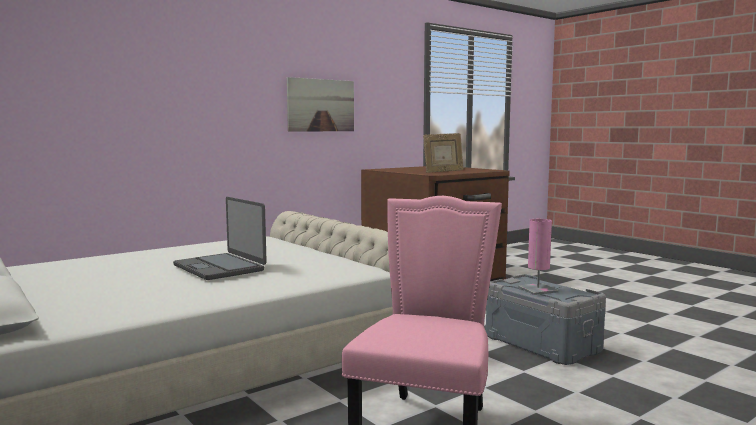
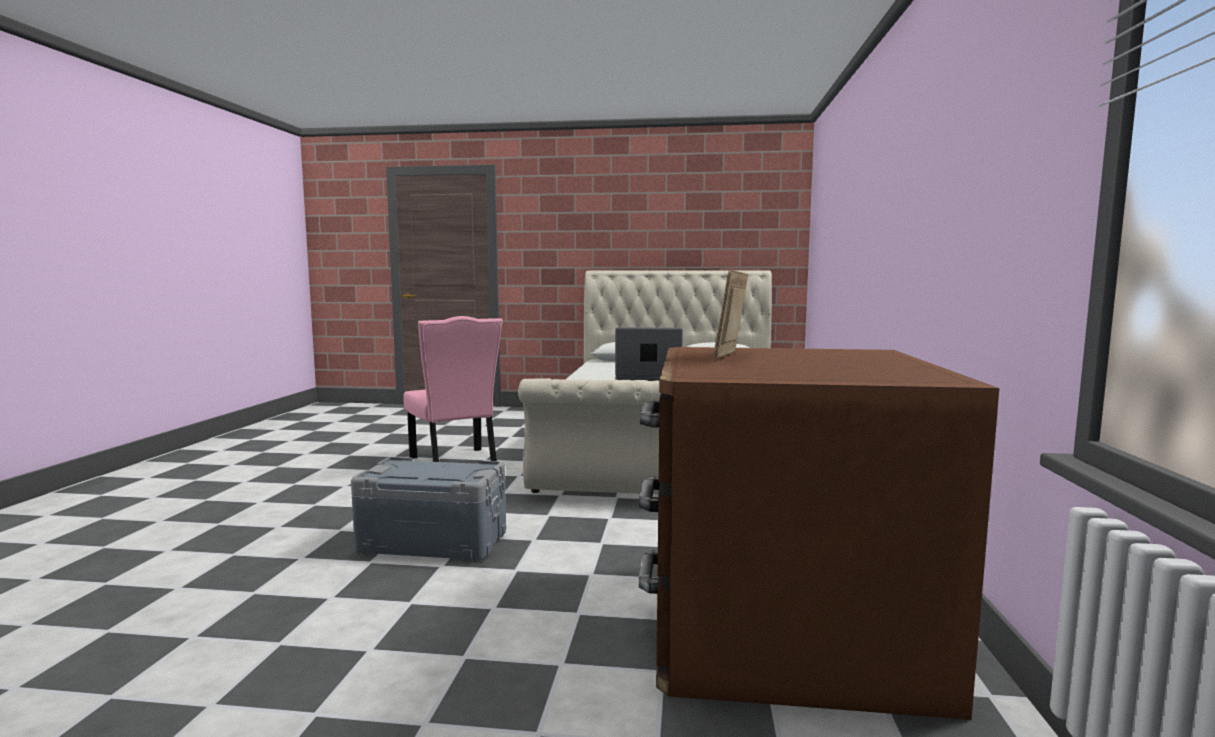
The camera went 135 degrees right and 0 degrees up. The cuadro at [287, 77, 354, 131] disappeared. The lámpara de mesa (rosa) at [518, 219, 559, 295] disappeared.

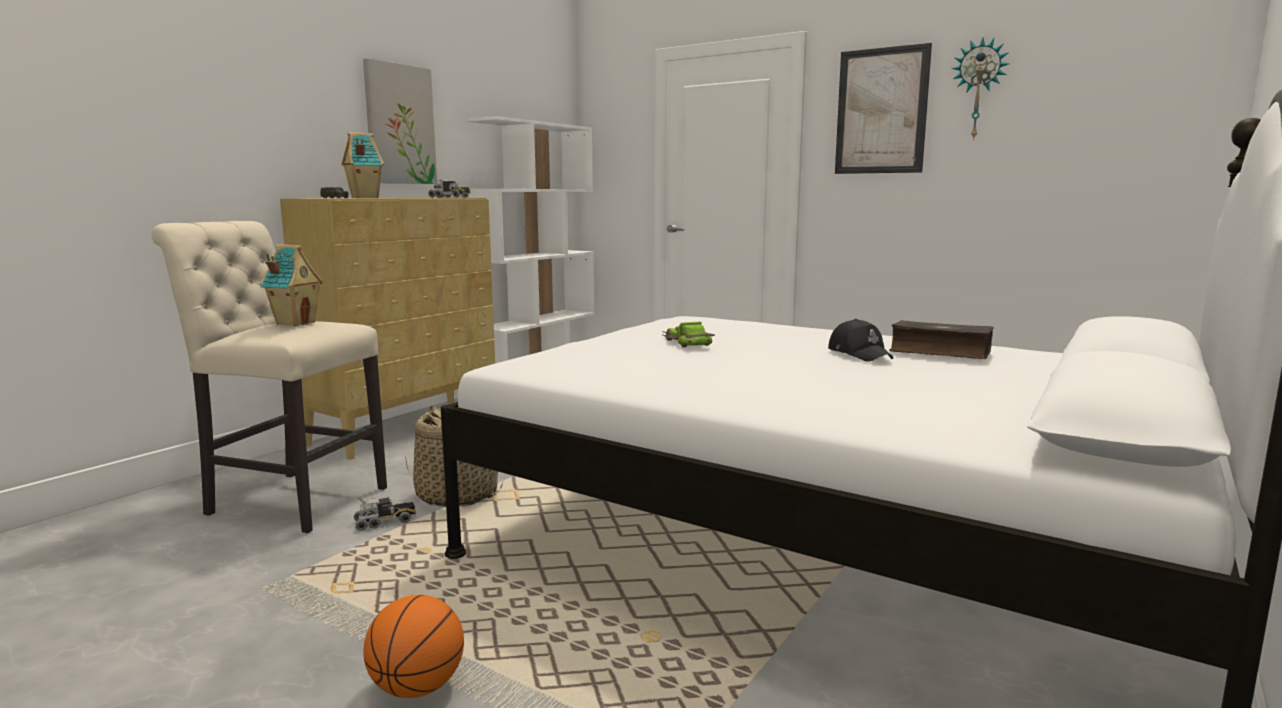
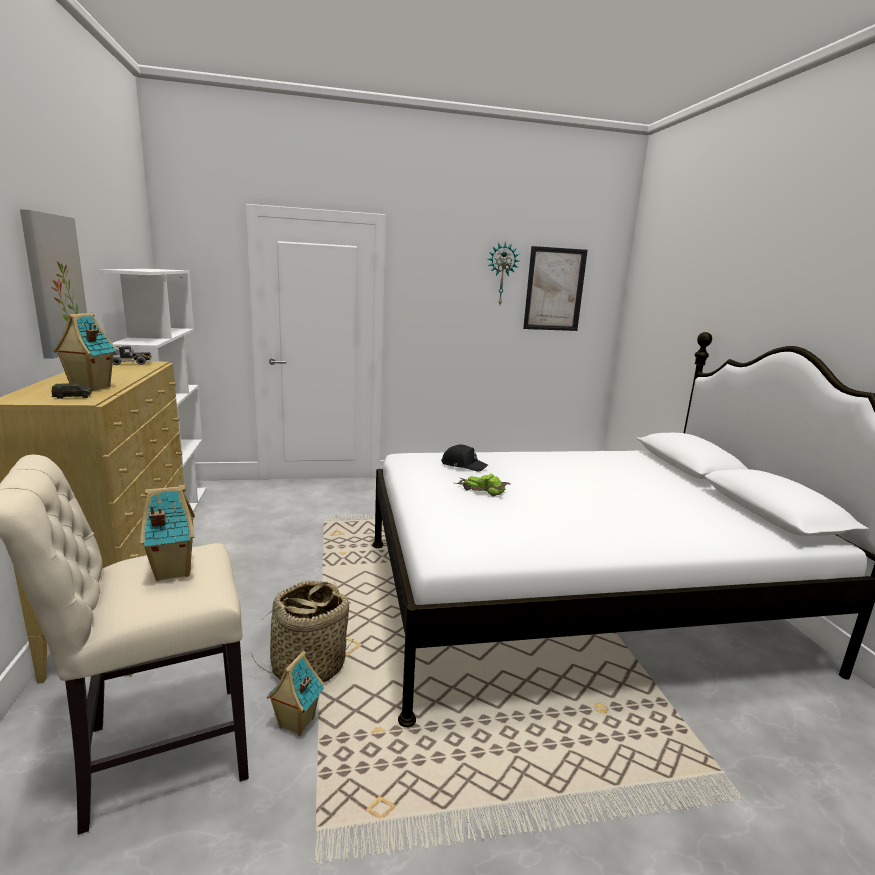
The camera went 45 degrees left and 5 degrees up. The camión de juguete at [354, 497, 416, 531] was replaced by the casita at [266, 651, 324, 736]. The gorra (negro) moved from [828, 319, 893, 362] to [441, 444, 488, 472]. The cuadro moved from [835, 43, 932, 174] to [523, 246, 588, 331]. The balón de baloncesto at [363, 595, 464, 698] disappeared. The libro at [889, 320, 994, 359] disappeared.

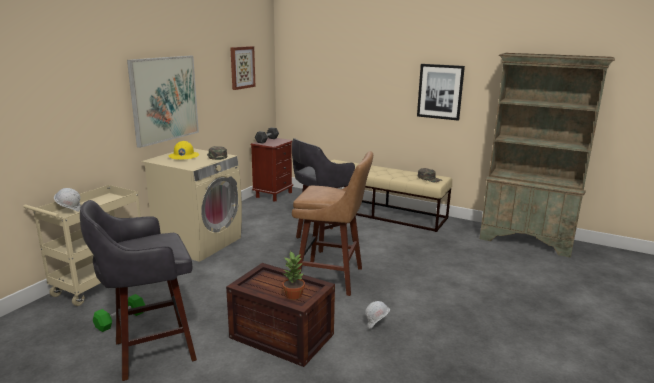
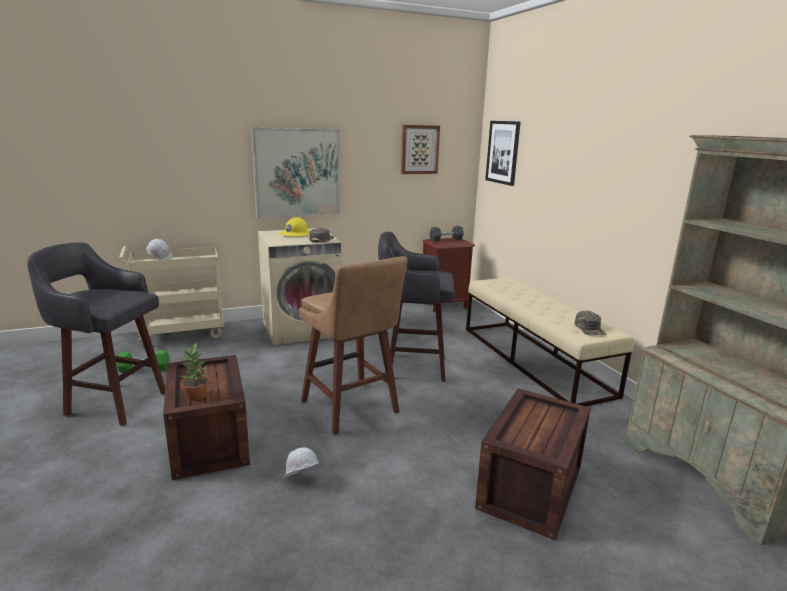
The camera went 40 degrees right and 0 degrees up. The caja de embalaje at [475, 388, 591, 540] appeared. The cuadro moved from [417, 64, 465, 121] to [485, 121, 521, 186].

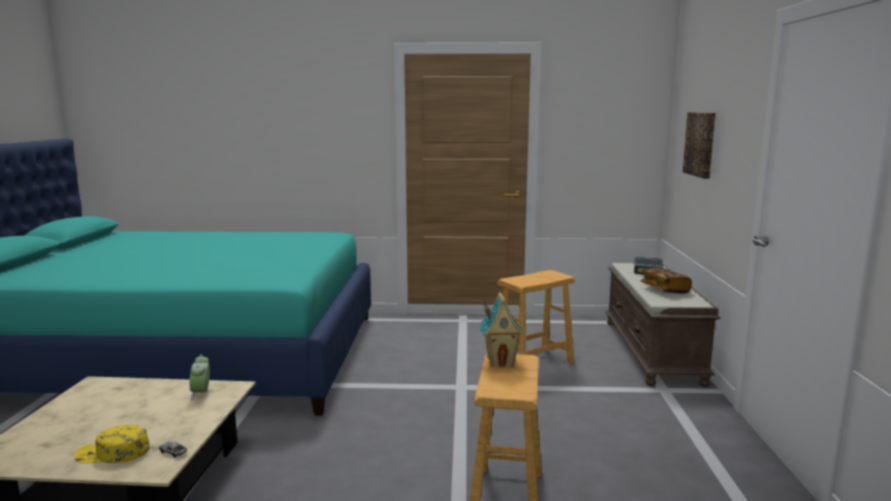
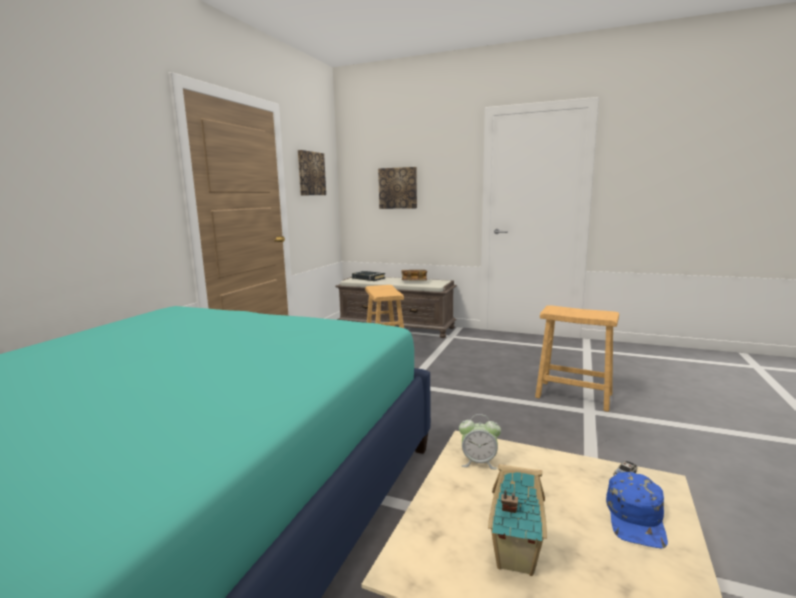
The camera went 70 degrees left and 0 degrees up. The cuadro at [298, 150, 326, 195] appeared. The casita moved from [479, 292, 524, 367] to [488, 464, 547, 576]. The gorra (amarillo) at [74, 425, 150, 463] became the gorra (azul) at [606, 472, 668, 549].

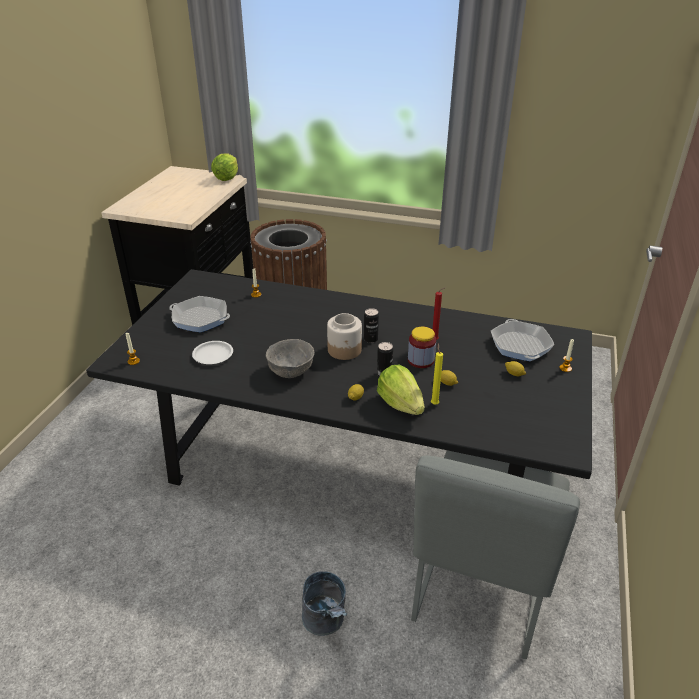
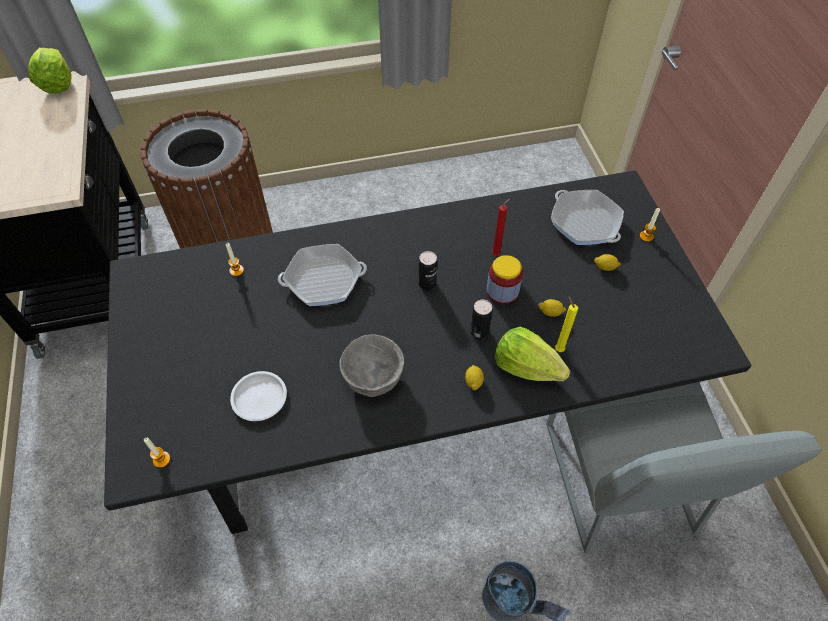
The camera went 30 degrees left and 20 degrees up. The sartén moved from [169, 296, 230, 332] to [278, 244, 367, 306]. The tarro at [327, 313, 362, 360] disappeared.

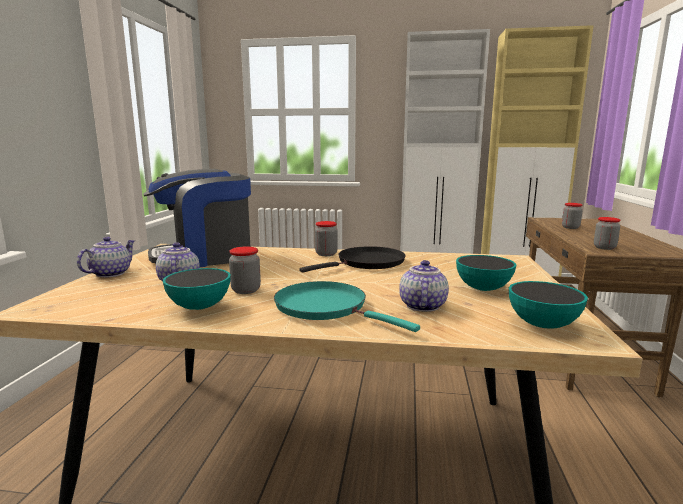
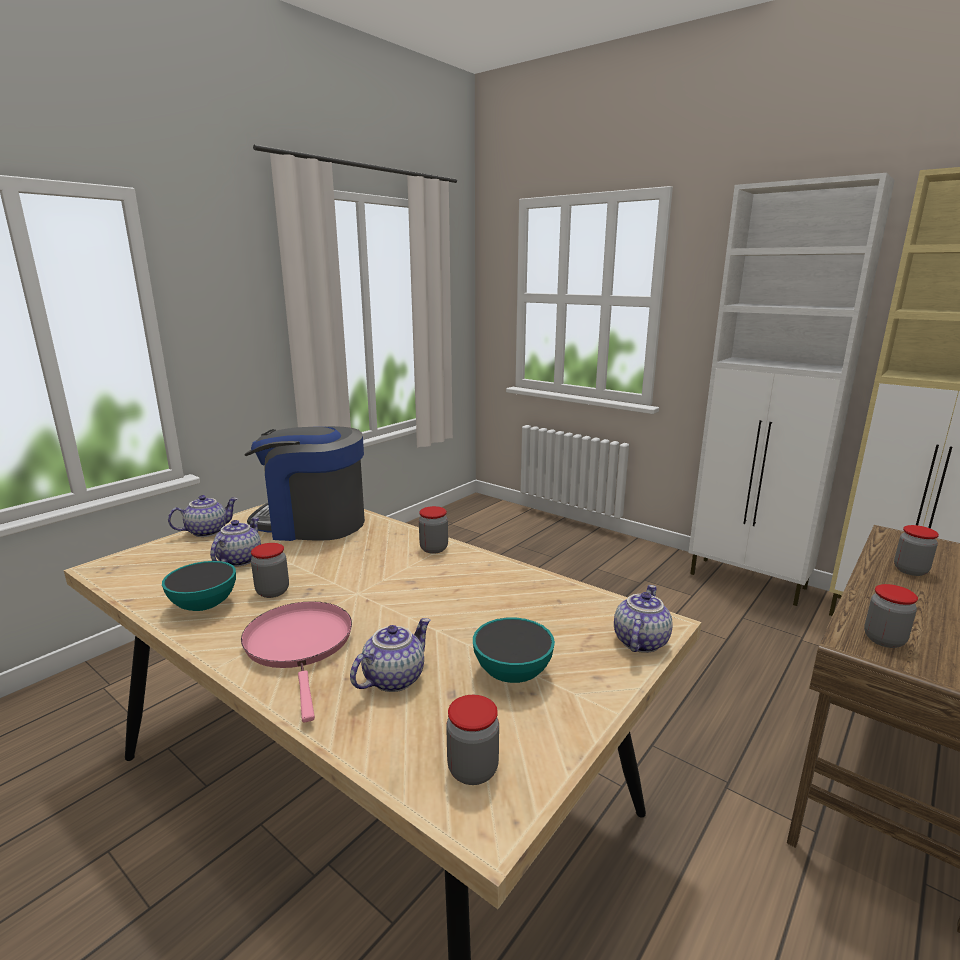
The camera went 30 degrees right and 5 degrees up. The sartén (turquesa) at [274, 281, 420, 332] became the sartén (rosa) at [241, 601, 352, 723]. The cuenco at [509, 281, 588, 329] was replaced by the tarro at [446, 695, 499, 785]. The tetera at [614, 585, 673, 653] appeared. The sartén (negro) at [299, 246, 406, 273] disappeared.

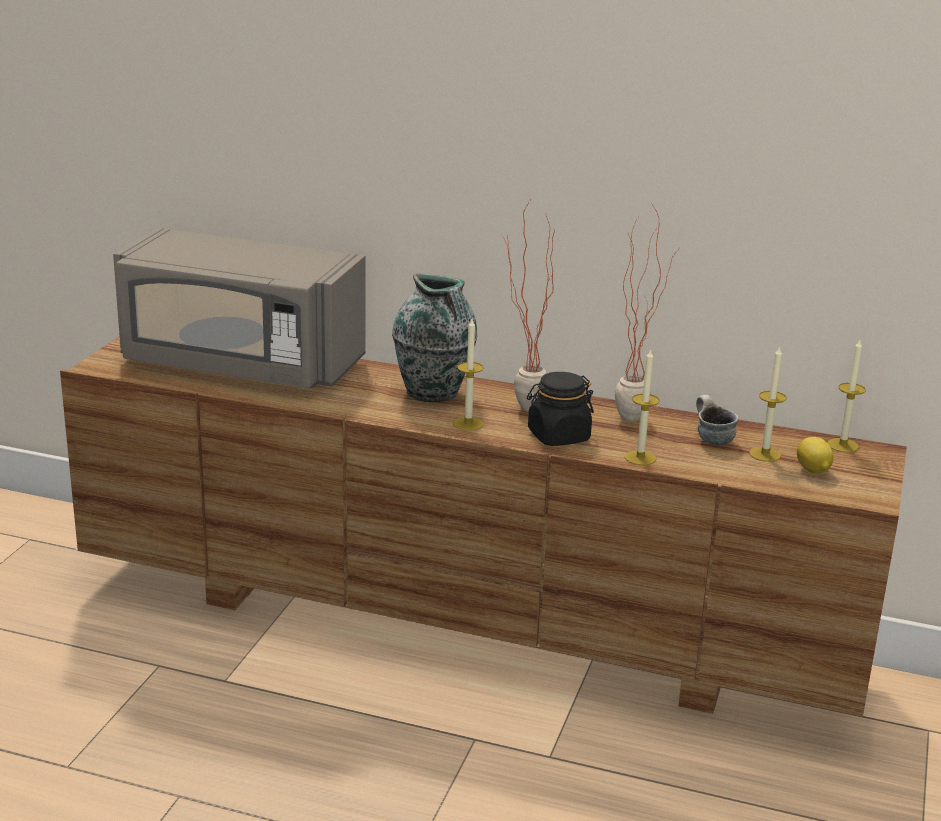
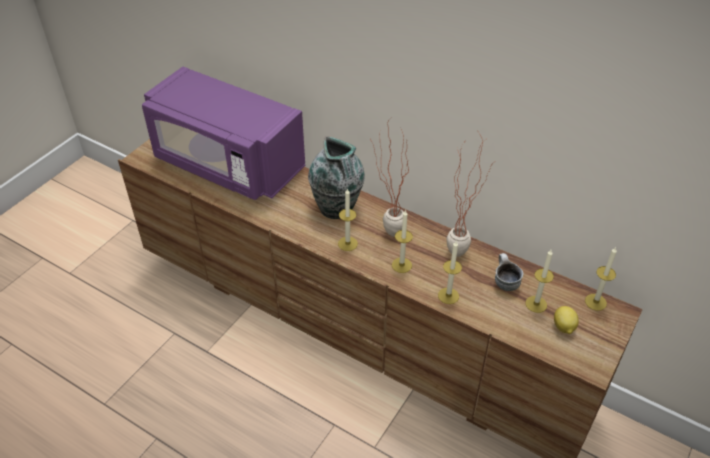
The camera went 15 degrees right and 20 degrees up. The microondas (gris) at [113, 228, 365, 388] became the microondas (morado) at [142, 67, 305, 200]. The tarro (negro) at [527, 372, 594, 446] was replaced by the vela at [392, 210, 413, 273].

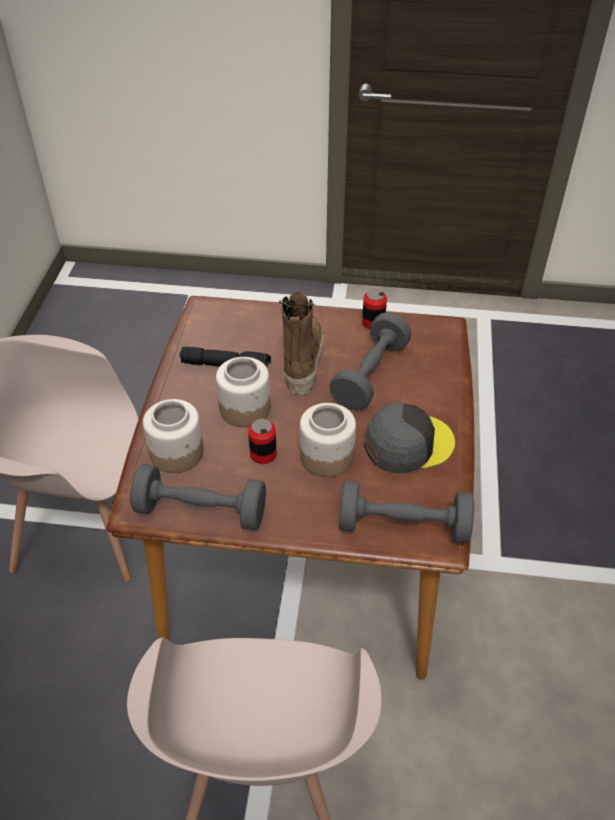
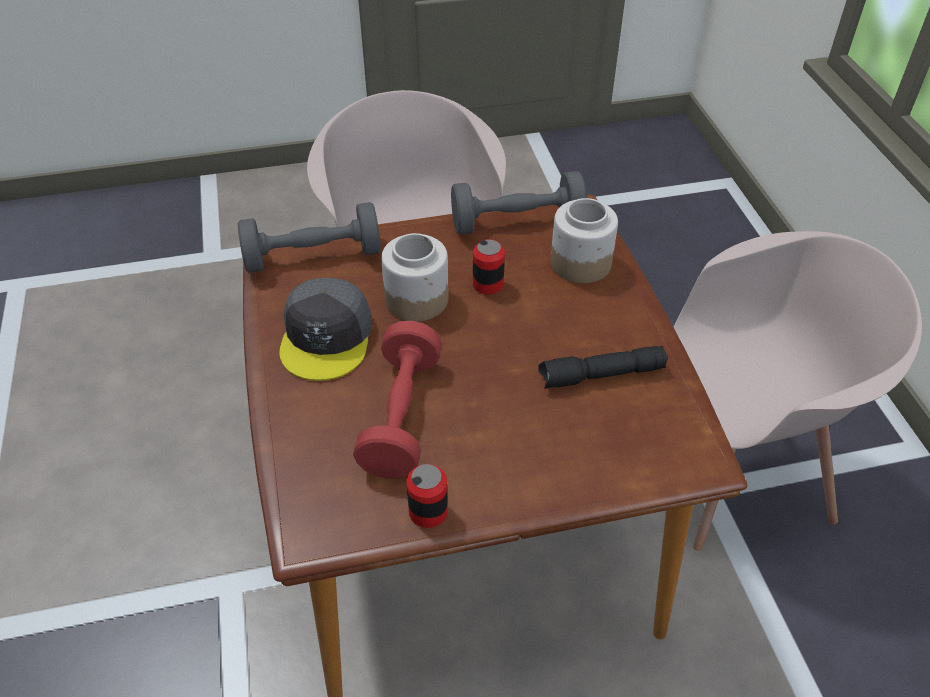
The camera went 160 degrees right and 0 degrees up. The gorra (gris) at [364, 403, 455, 474] turned 45 degrees counterclockwise. The mancuerna (gris) at [330, 312, 412, 410] became the mancuerna (rojo) at [353, 321, 442, 479]. The tarro at [216, 357, 270, 427] disappeared. The bota at [279, 292, 323, 395] disappeared.

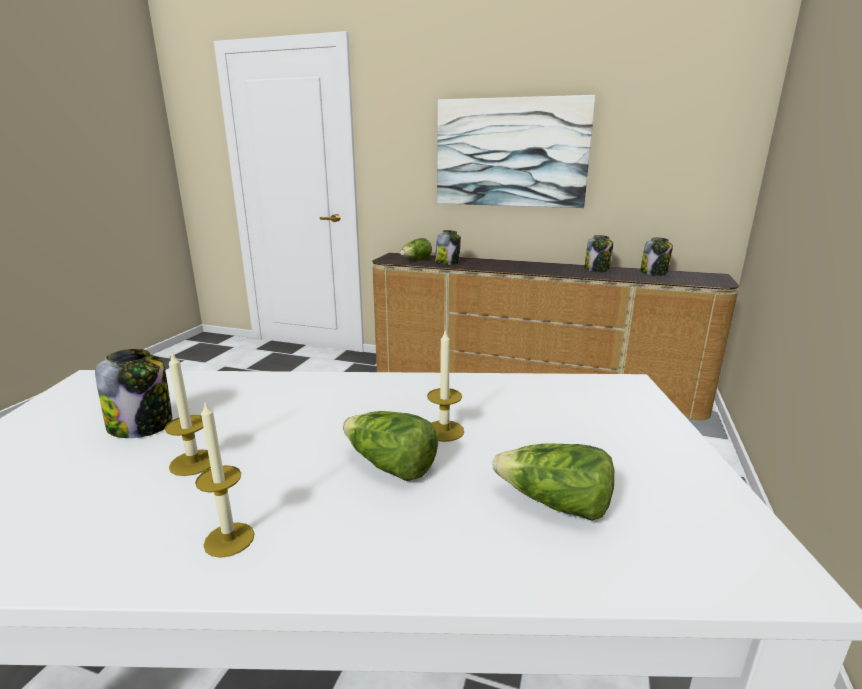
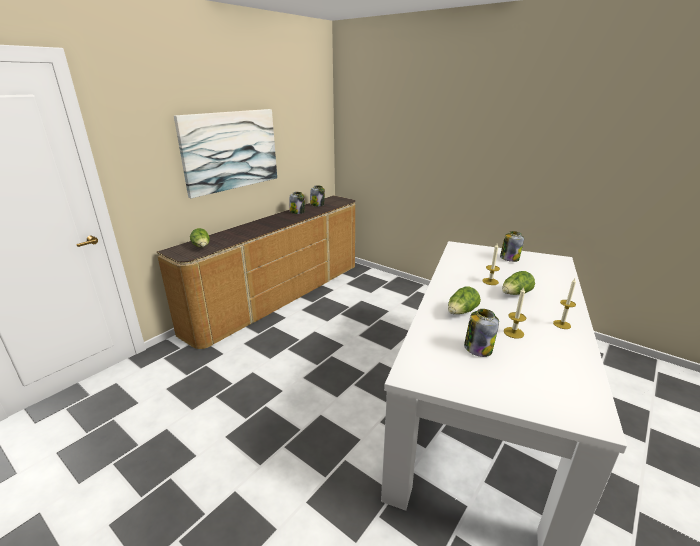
The camera went 70 degrees left and 5 degrees up. The lechuga moved from [492, 444, 614, 521] to [448, 287, 481, 314]. The tarro moved from [435, 230, 461, 265] to [500, 231, 524, 262].

